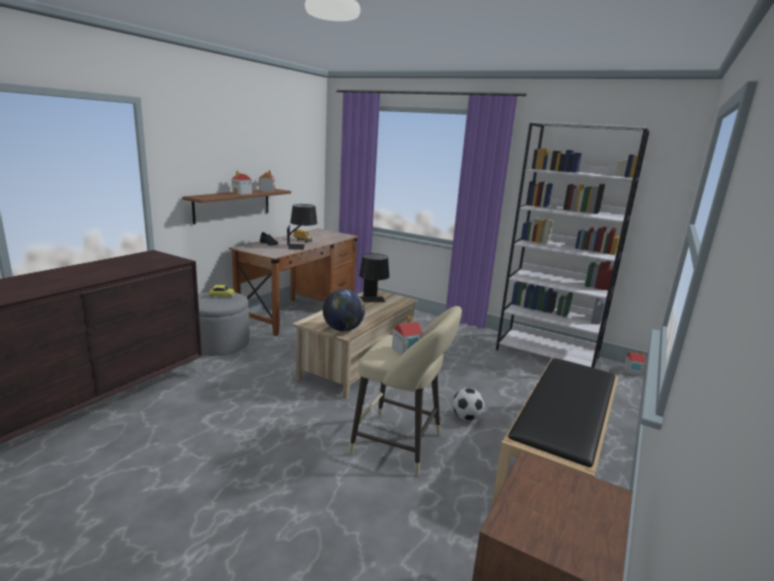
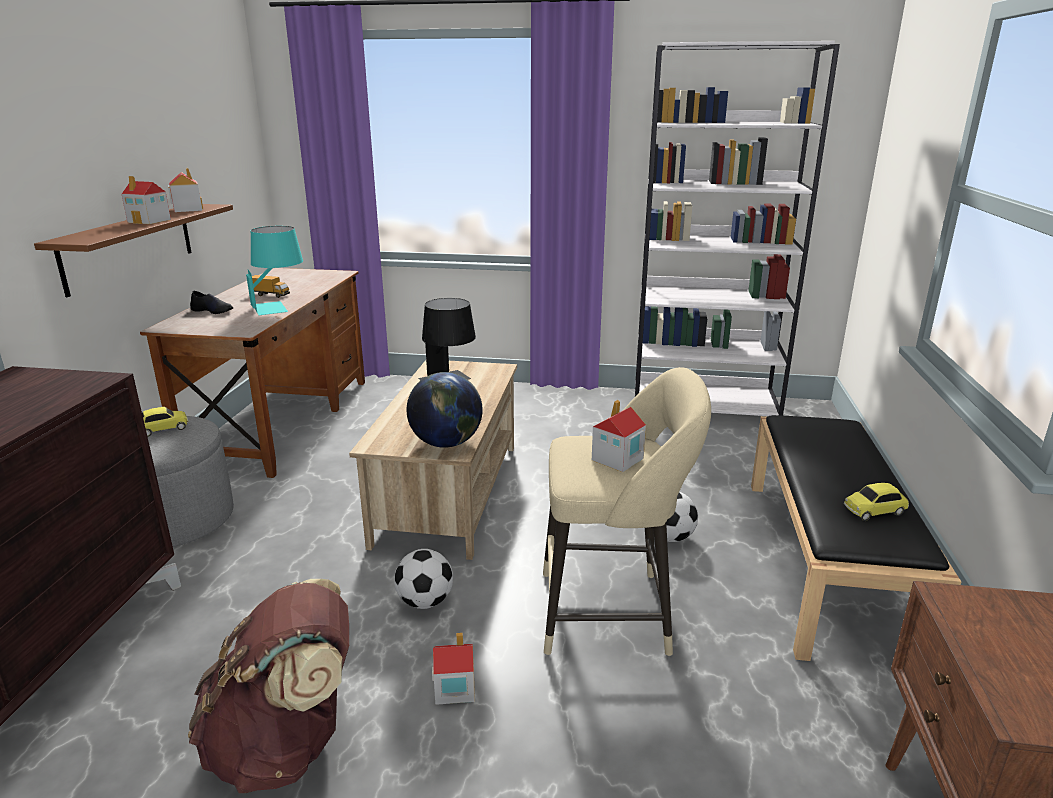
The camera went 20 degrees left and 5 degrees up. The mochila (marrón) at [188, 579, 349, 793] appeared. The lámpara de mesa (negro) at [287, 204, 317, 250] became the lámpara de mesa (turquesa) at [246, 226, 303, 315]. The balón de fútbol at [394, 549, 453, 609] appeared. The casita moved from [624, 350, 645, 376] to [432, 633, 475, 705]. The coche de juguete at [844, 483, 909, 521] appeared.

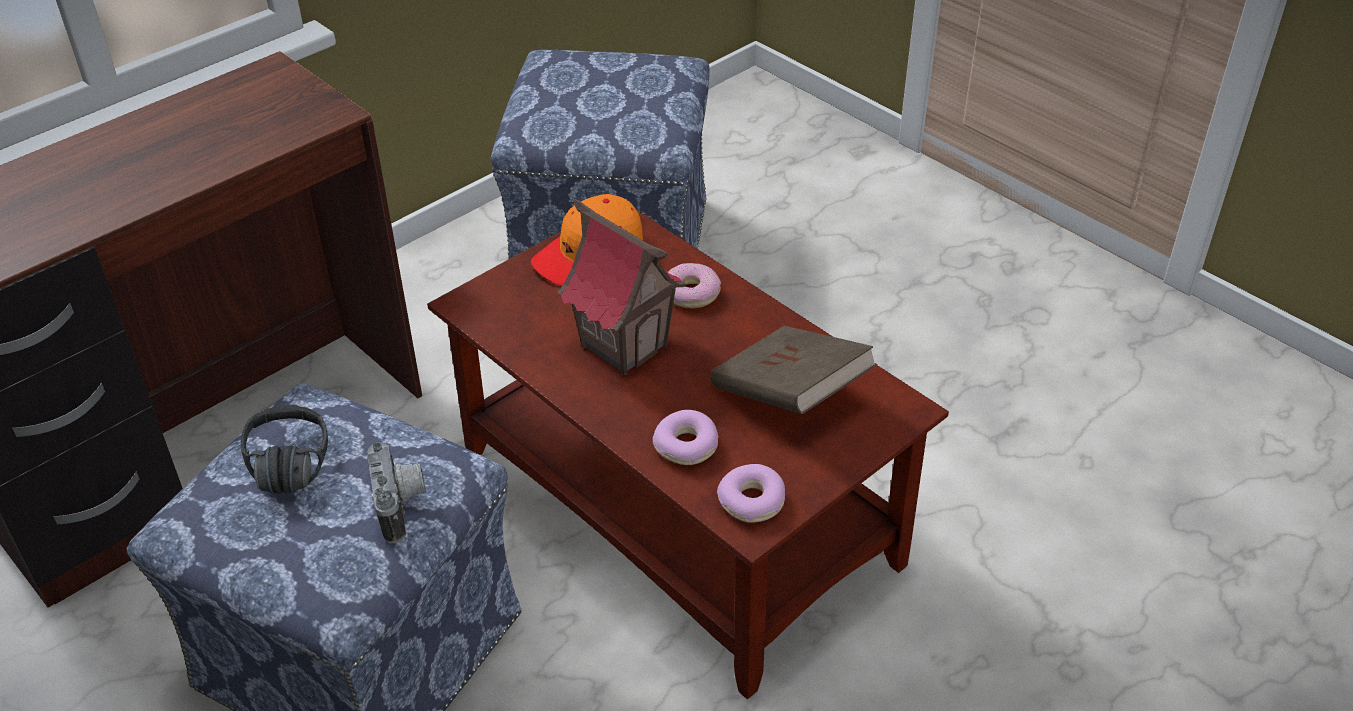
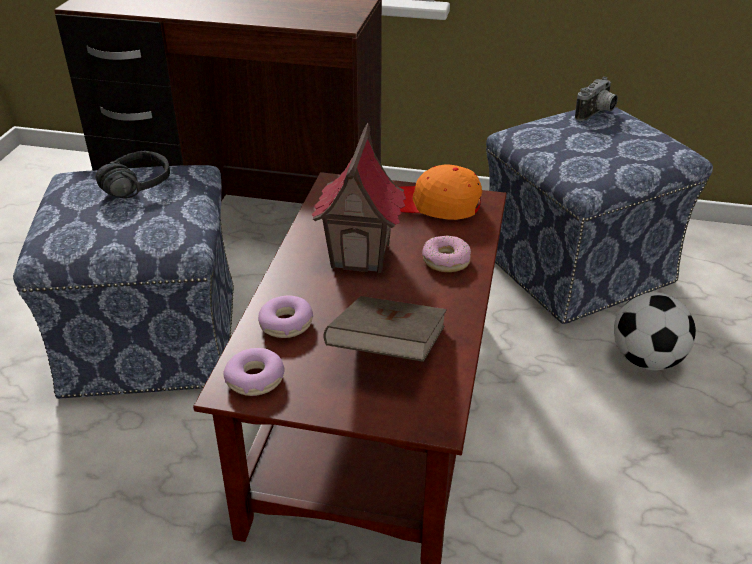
The camera went 55 degrees right and 5 degrees down. The cámara moved from [367, 442, 426, 543] to [575, 77, 618, 121]. The balón de fútbol at [614, 292, 696, 370] appeared.

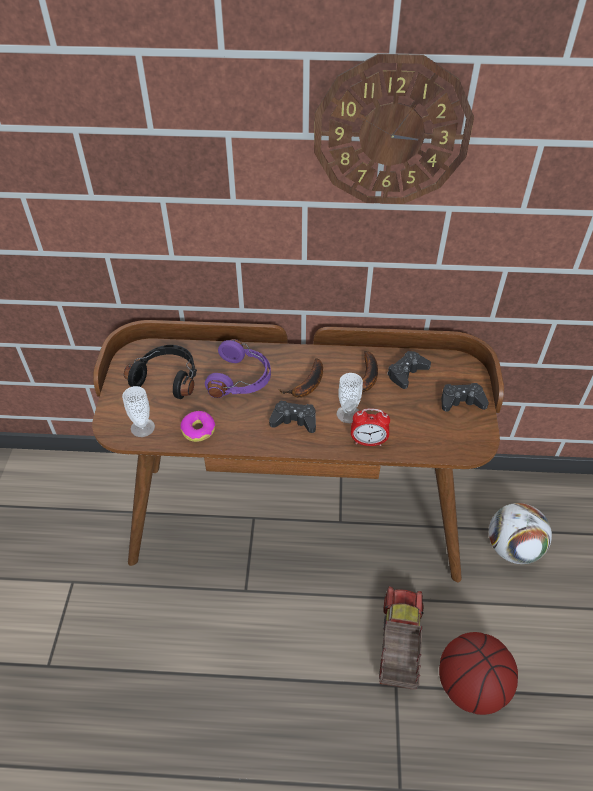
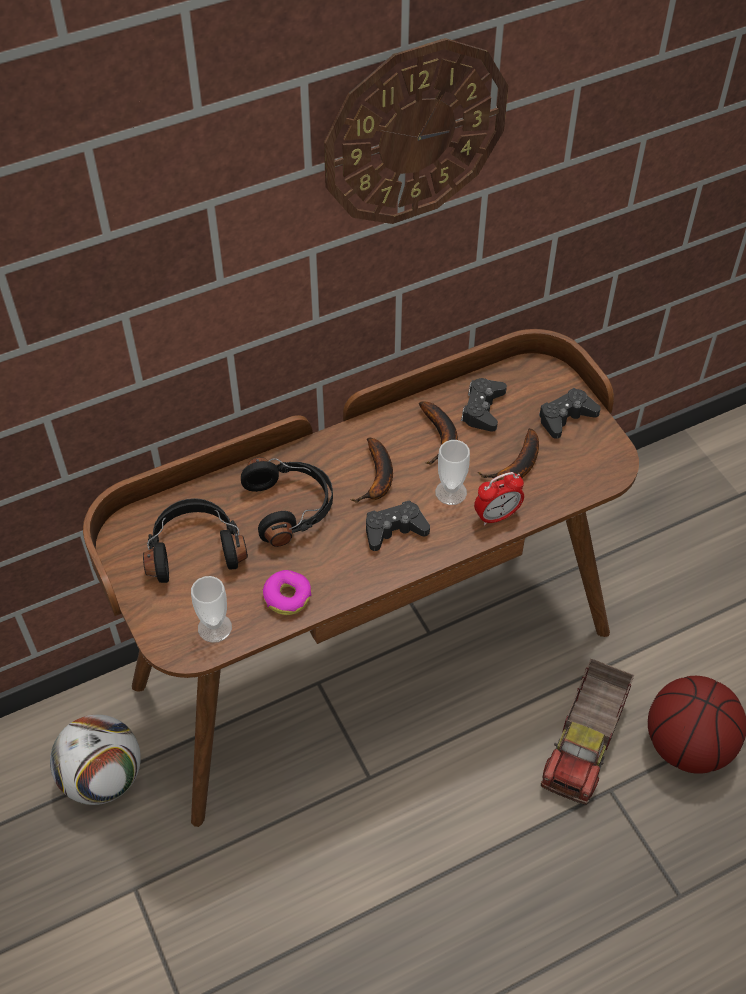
The camera went 30 degrees left and 5 degrees up. The balón de fútbol moved from [489, 503, 552, 564] to [50, 715, 141, 805]. The auriculares (morado) at [205, 339, 271, 398] became the auriculares (negro) at [241, 457, 333, 547]. The plátano at [478, 428, 539, 481] appeared. The camión de juguete at [379, 586, 424, 690] turned 135 degrees counterclockwise.

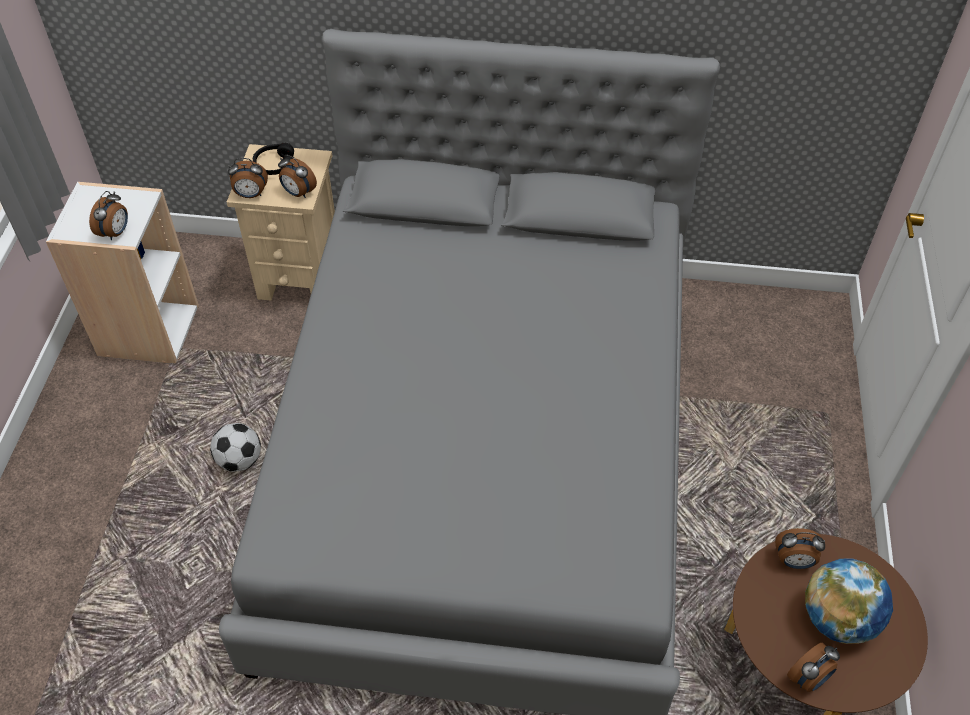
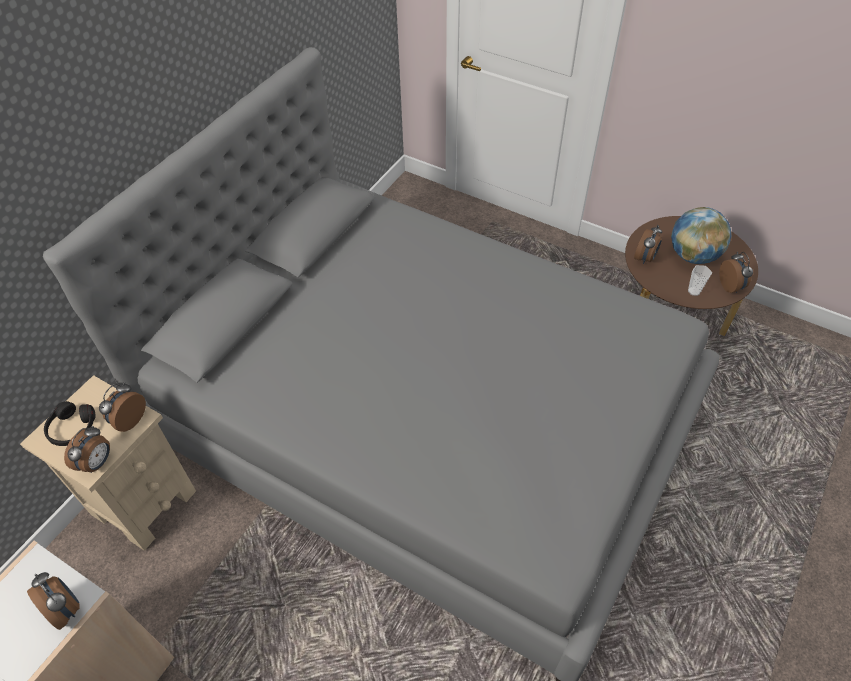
The camera went 65 degrees left and 0 degrees up. The despertador at [278, 155, 317, 198] turned 150 degrees clockwise. The taza at [688, 265, 712, 296] appeared. The balón de fútbol at [210, 423, 261, 472] disappeared.

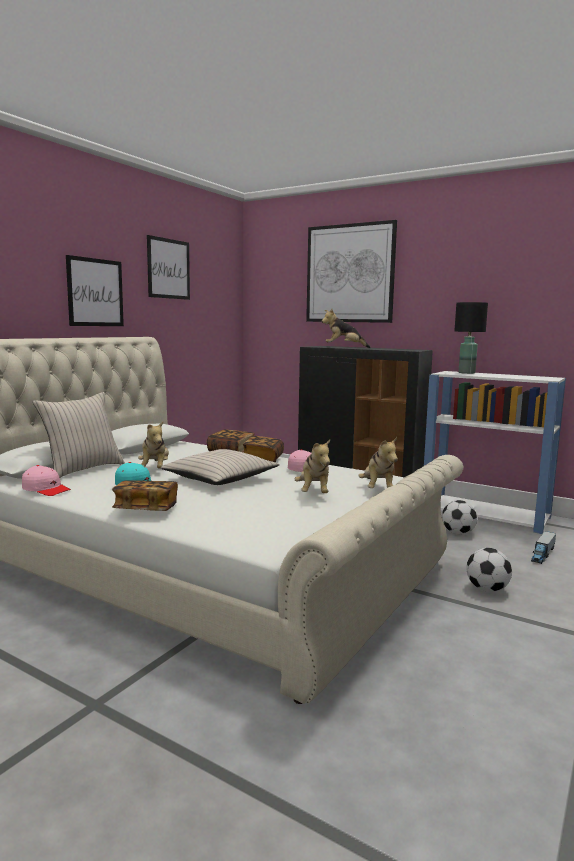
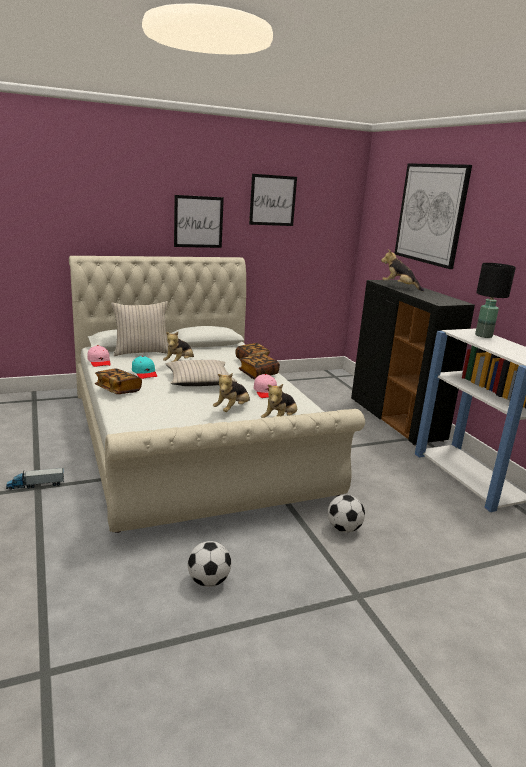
The camera went 35 degrees right and 10 degrees up. The camión de juguete moved from [531, 531, 556, 564] to [6, 468, 64, 490]. The balón de fútbol moved from [442, 500, 477, 535] to [188, 541, 231, 587].

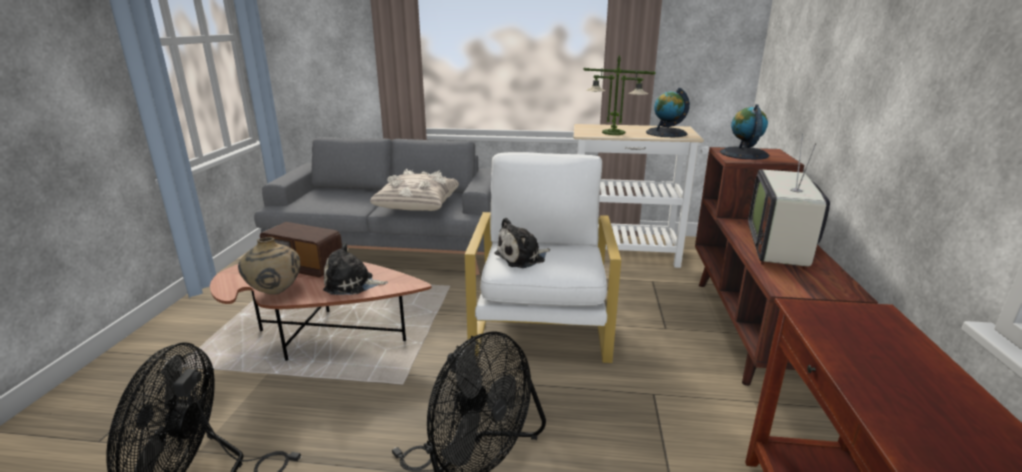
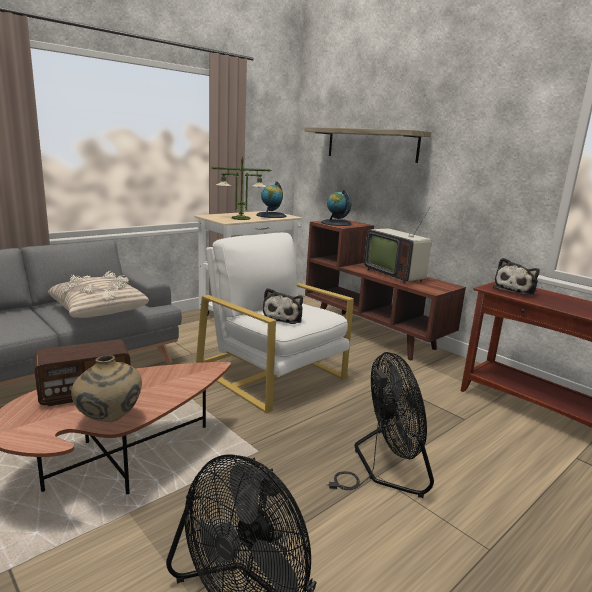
The camera went 50 degrees left and 5 degrees down. The estante at [305, 127, 432, 163] appeared. The peluche moved from [323, 242, 388, 295] to [493, 258, 540, 296].

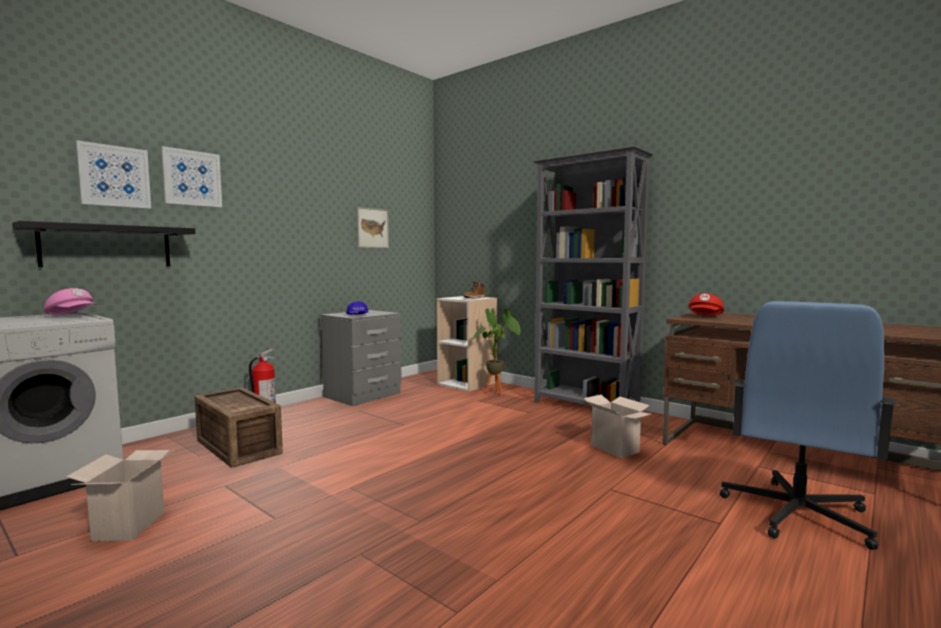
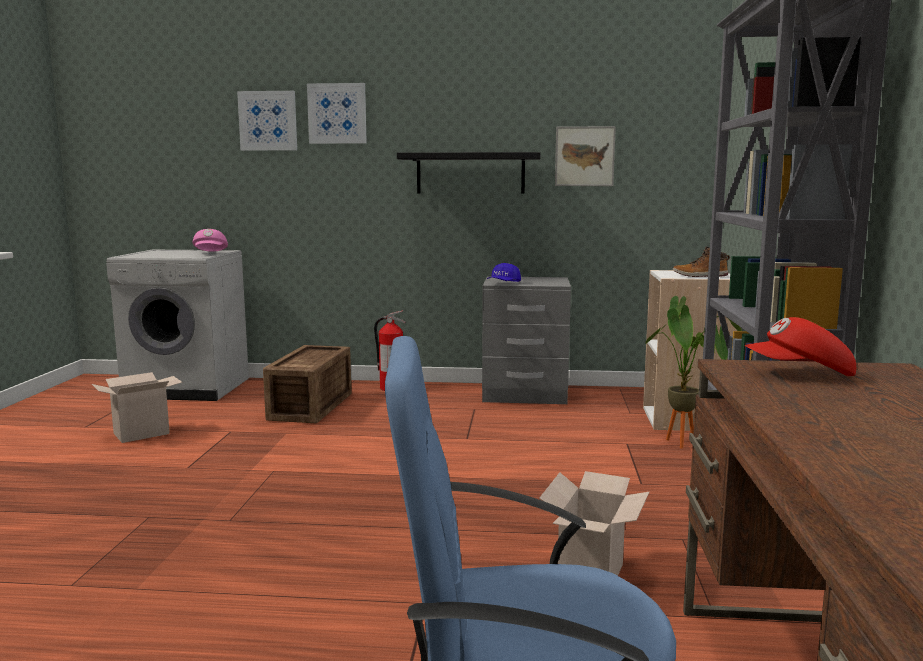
The camera went 55 degrees right and 5 degrees up. The estante (negro) moved from [12, 221, 196, 267] to [397, 152, 540, 194].

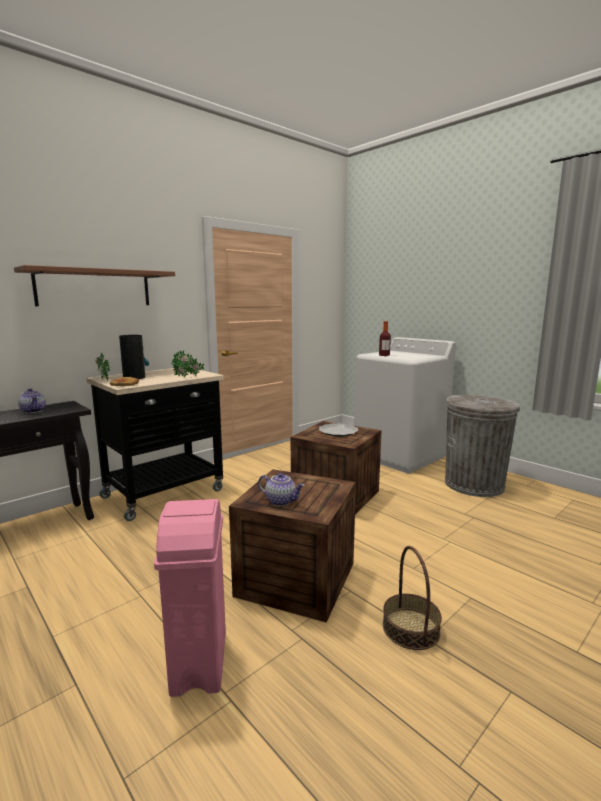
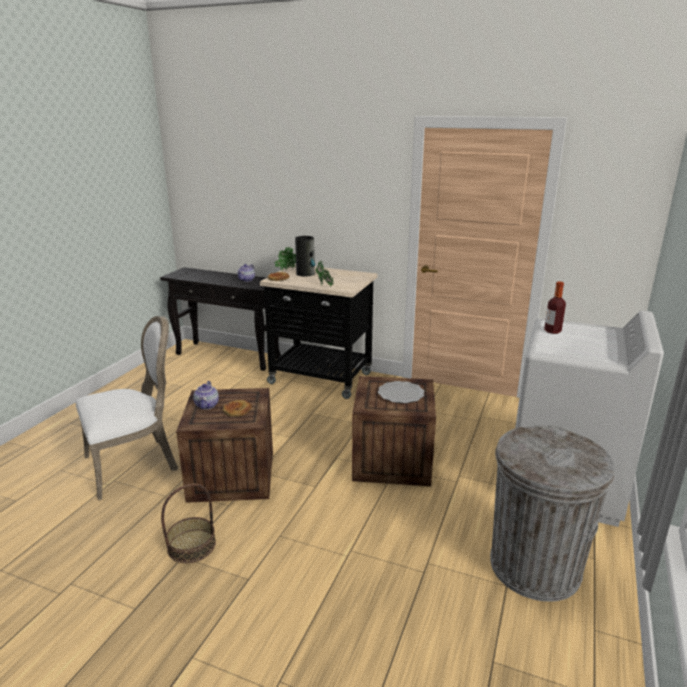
The camera went 65 degrees right and 10 degrees up. The papelera (rosa) at [154, 499, 226, 697] was replaced by the silla (blanco) at [75, 316, 178, 500]. The pan at [223, 400, 252, 417] appeared. The estante (marrón) at [14, 265, 175, 306] disappeared.

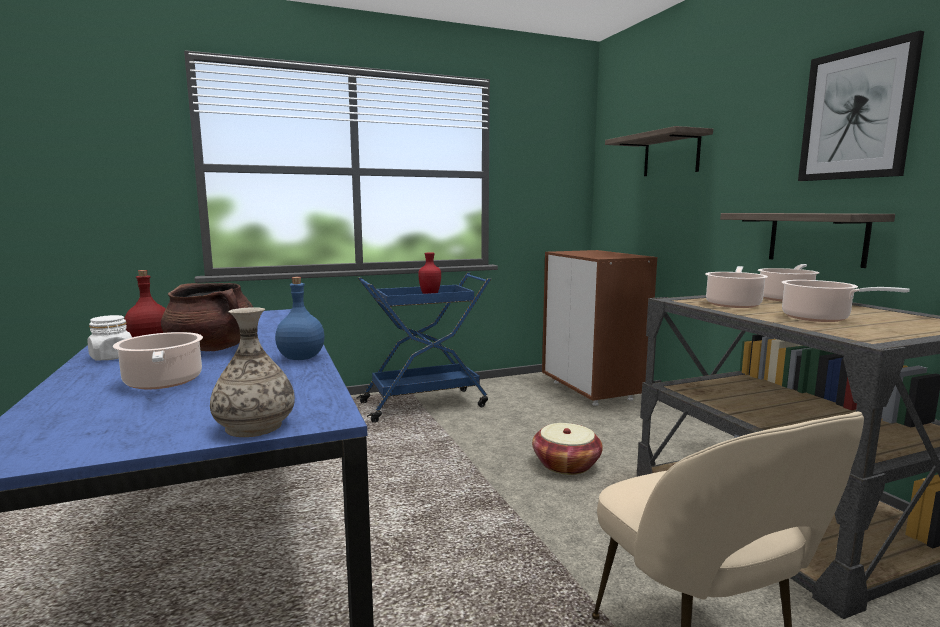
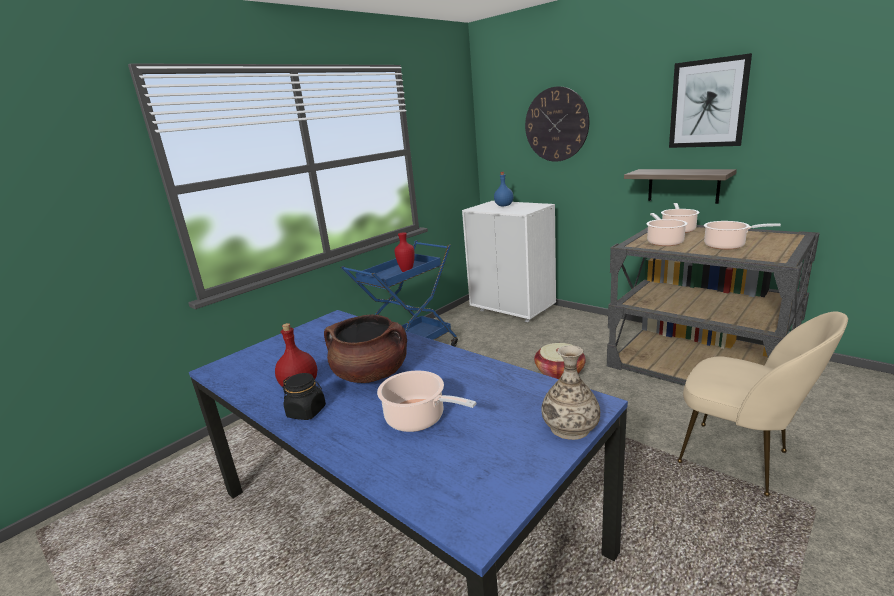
The camera went 25 degrees left and 10 degrees up. The tarro (blanco) at [87, 315, 132, 360] became the tarro (negro) at [282, 373, 326, 420]. The armario (marrón) at [542, 250, 657, 406] became the armario (blanco) at [462, 201, 556, 322]. The botella (azul) moved from [275, 277, 325, 360] to [494, 172, 514, 206]. The estante at [605, 126, 713, 176] was replaced by the reloj de pared at [525, 86, 589, 162].

